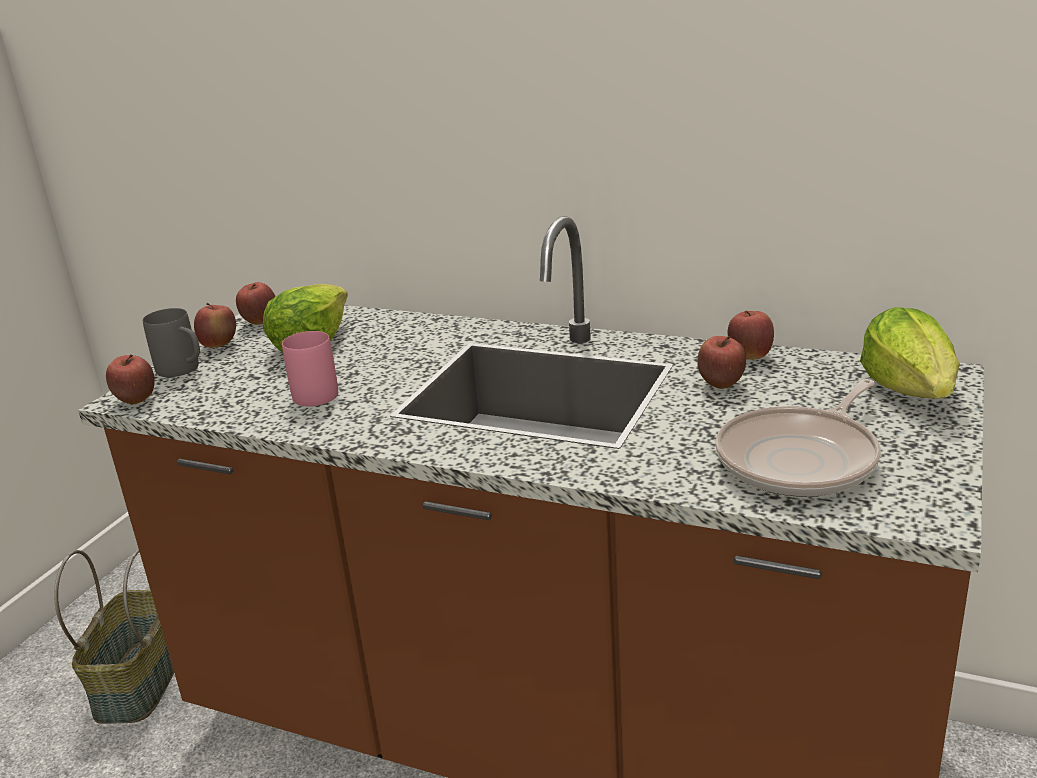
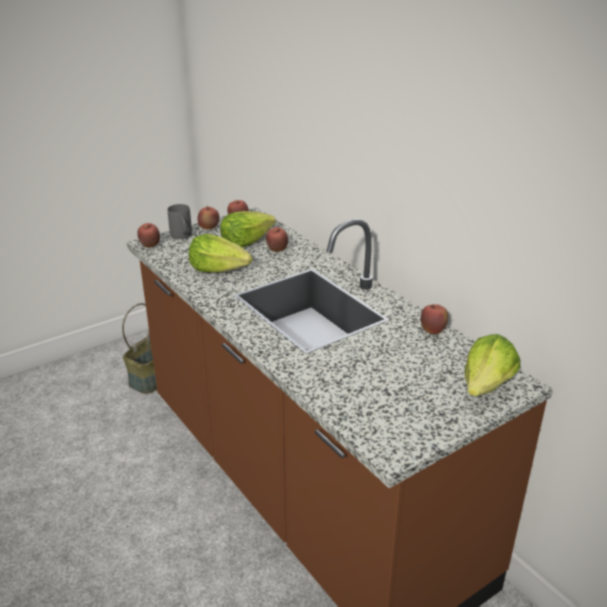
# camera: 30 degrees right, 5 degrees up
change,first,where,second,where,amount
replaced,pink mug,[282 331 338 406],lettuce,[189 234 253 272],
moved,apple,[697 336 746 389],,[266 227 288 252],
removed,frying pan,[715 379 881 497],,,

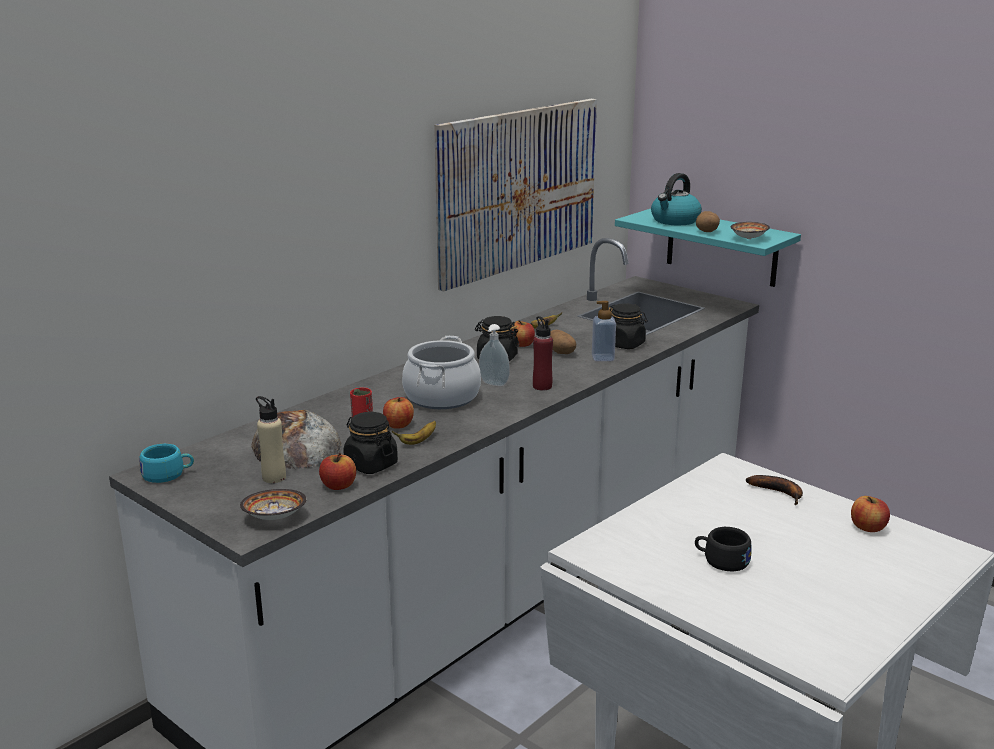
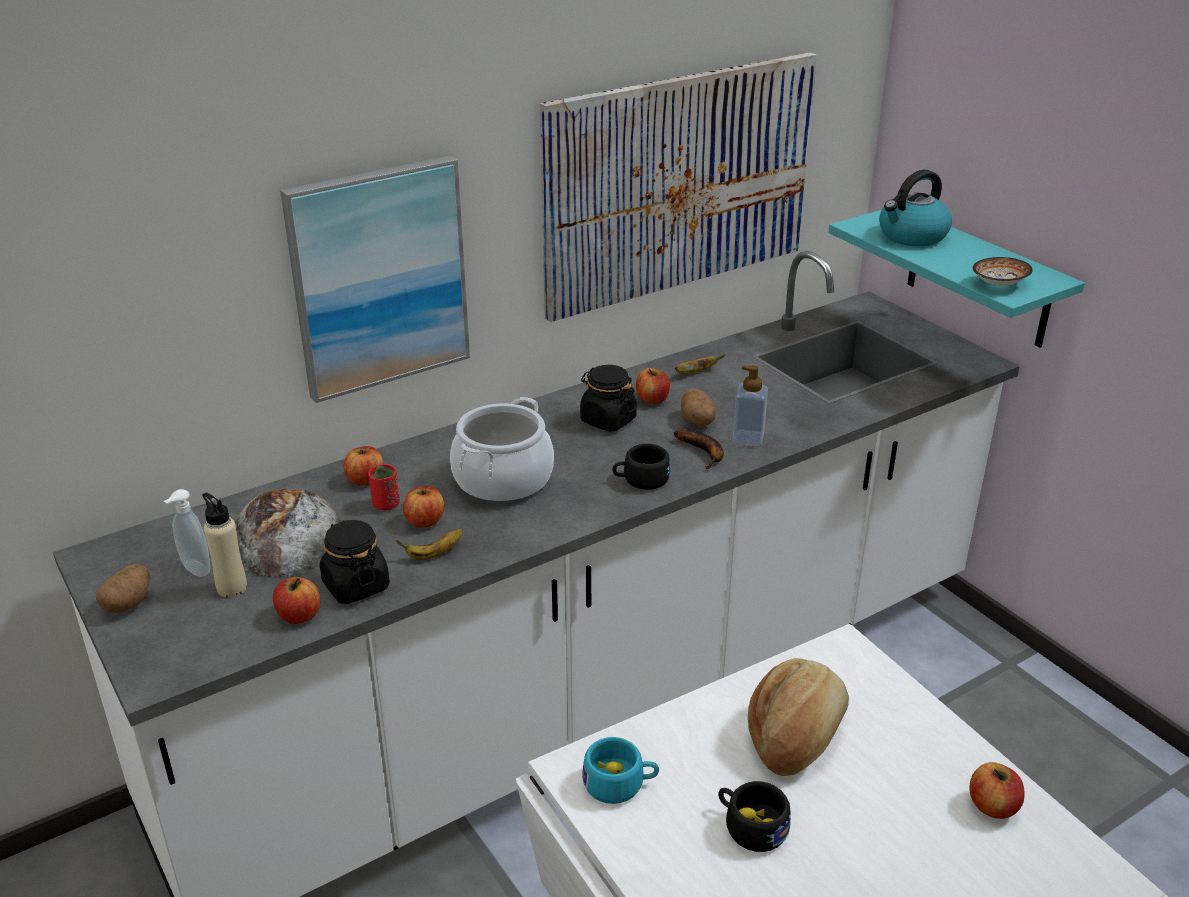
# camera: 15 degrees right, 10 degrees up
change,first,where,second,where,amount
moved,potato,[696 211 720 232],,[96 564 150 613],
moved,soap dispenser,[479 324 510 386],,[164 489 210 577],
added,,,picture,[280 155 470 403],
added,,,apple,[344 446 384 486],
moved,turquoise cup,[140 444 194 483],,[582 737 659 804],
replaced,red bottle,[533 316 553 391],black cup,[613 444 670 489],
moved,banana,[746 475 803 505],,[674 429 724 469],
added,,,bread,[748 658 849 776],
removed,bowl,[240 489 307 520],,,
removed,black jar,[609 303 648 349],,,

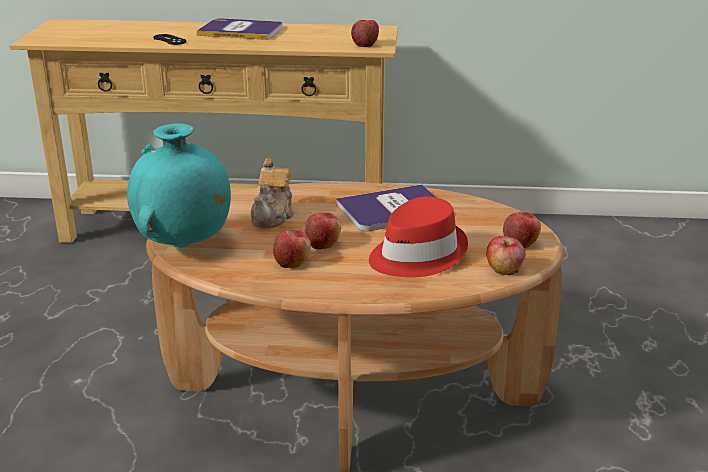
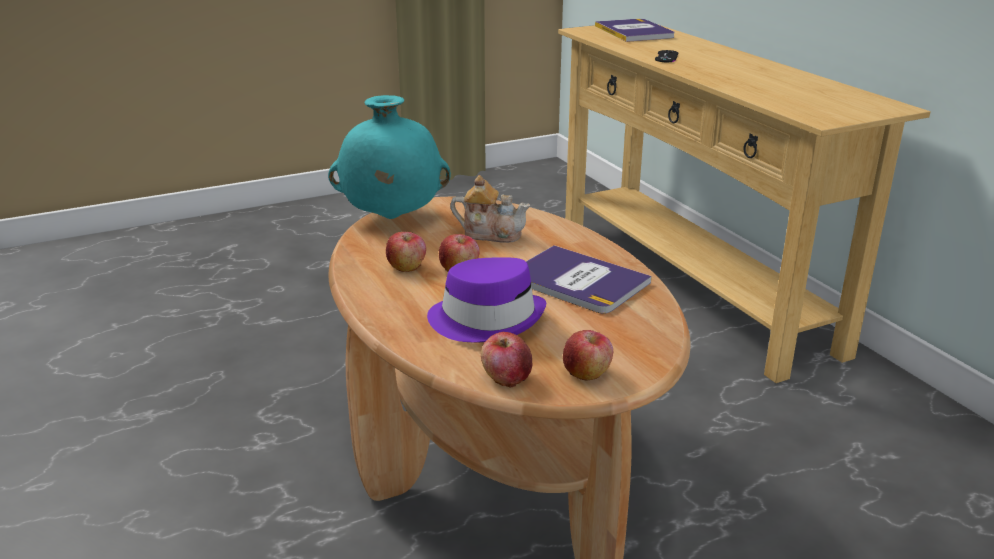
# camera: 60 degrees right, 0 degrees up
change,first,where,second,where,amount
recoloured,red hat,[369 196 468 277],purple hat,[427 257 546 342],
turned,teapot,[251 158 294 228],,[450 175 530 243],150 degrees counterclockwise
moved,book,[197 18 283 40],,[595 19 674 42],
removed,apple,[351 20 379 47],,,

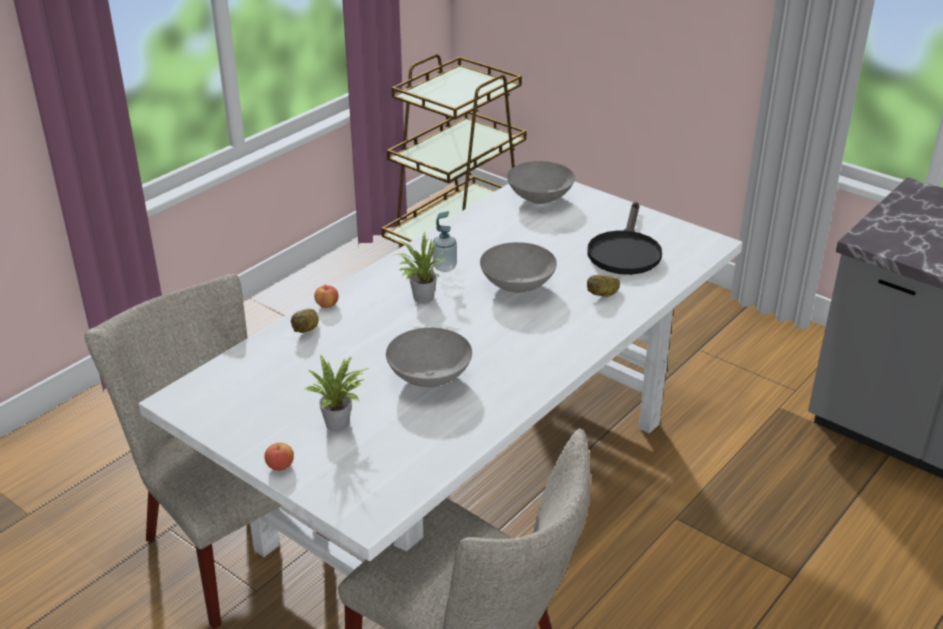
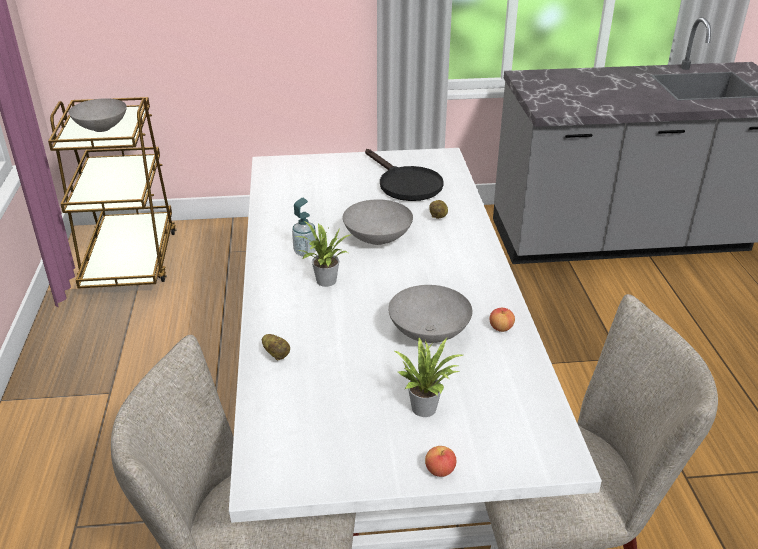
# camera: 45 degrees left, 0 degrees up
change,first,where,second,where,amount
moved,grey bowl,[507 161 575 204],,[69 98 127 132],
moved,apple,[314 284 339 308],,[489 308 515 332],

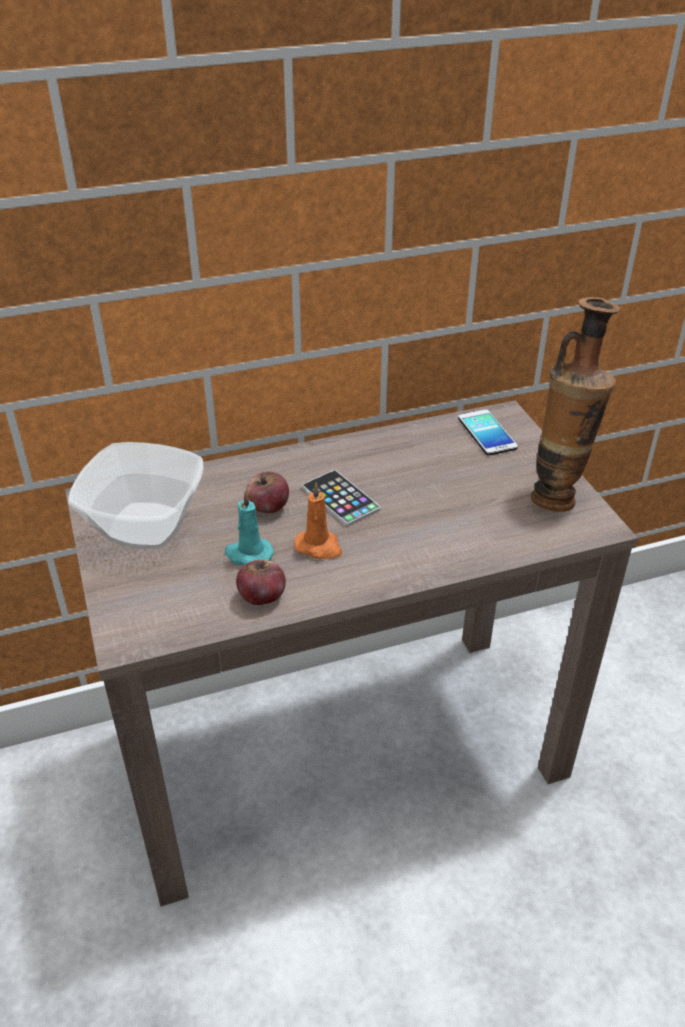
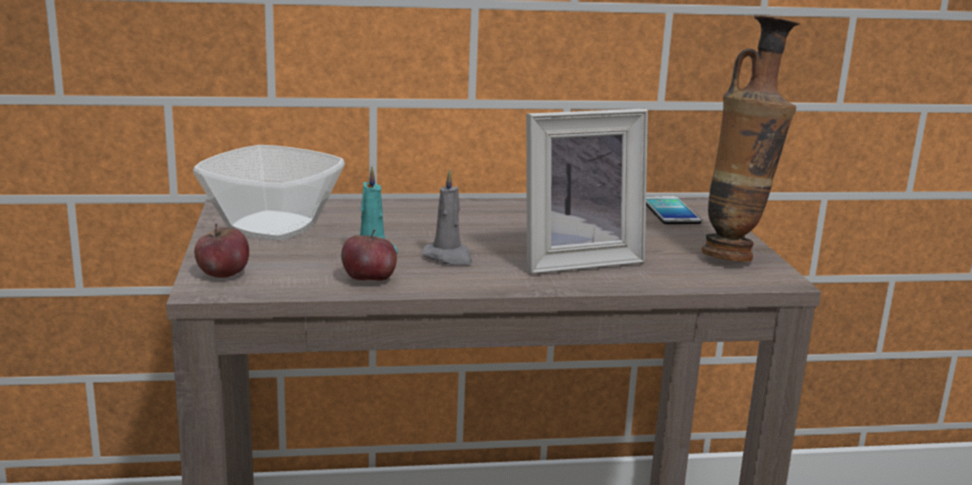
# camera: 10 degrees right, 20 degrees down
change,first,where,second,where,amount
moved,apple,[246 471 289 513],,[194 224 249 278],
recoloured,orange candle,[294 482 342 559],grey candle,[422 169 473 265],
added,,,picture frame,[526 109 648 274],
removed,phone,[302 470 381 526],,,

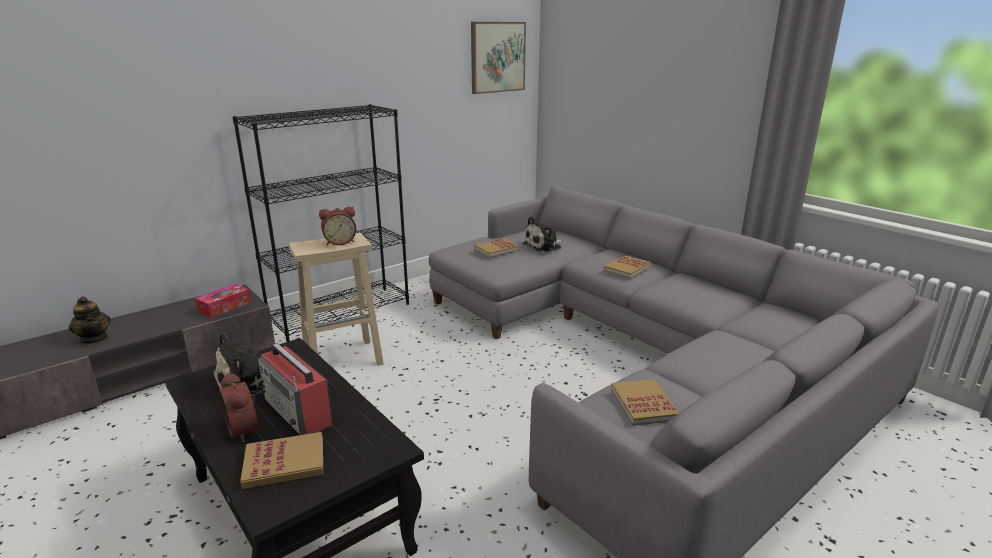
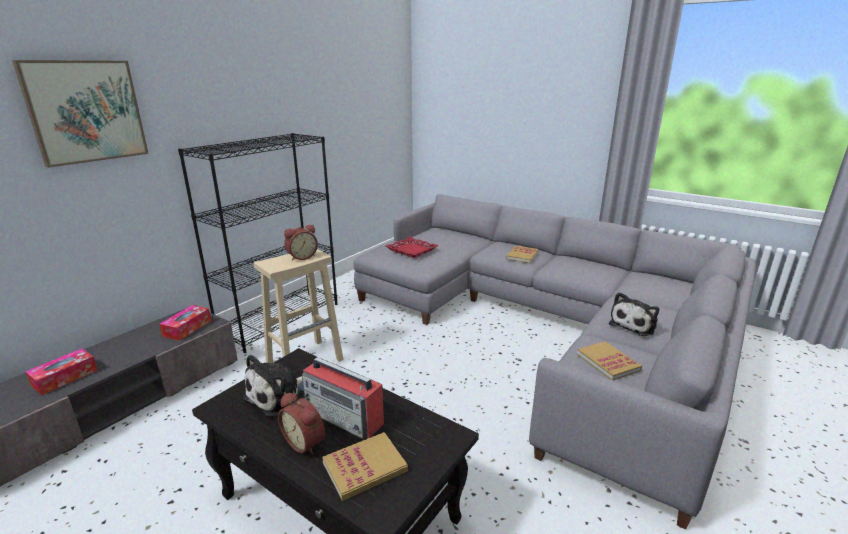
# camera: 15 degrees left, 0 degrees up
change,first,where,second,where,amount
moved,picture,[471 22 526 94],,[12 60 149 168],
replaced,teapot,[69 296 111 344],tissue box,[25 349 98 395],
replaced,book,[474 238 520 258],red tray,[386 237 438 258],
moved,plush toy,[523 216 563 252],,[609 292 659 336],

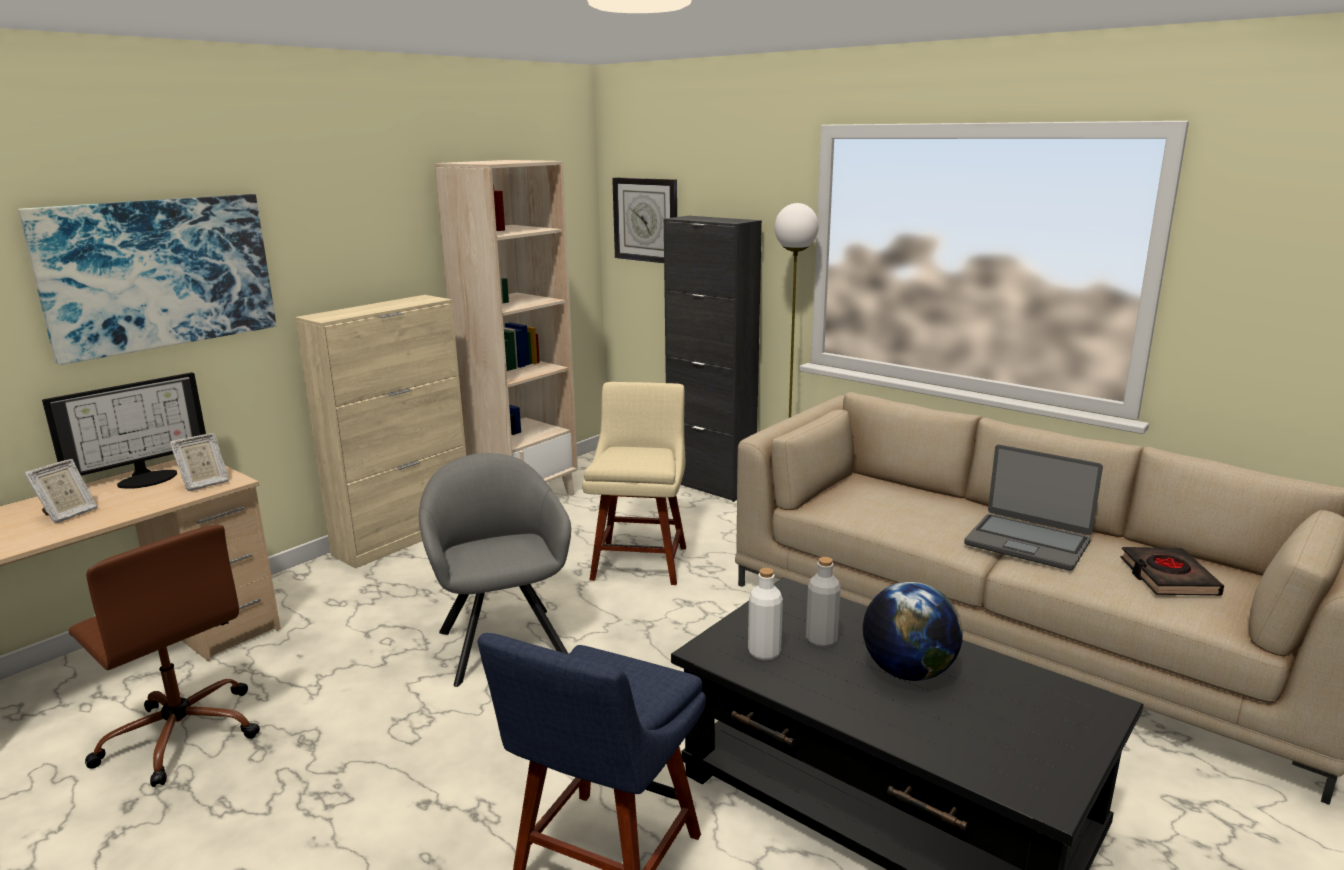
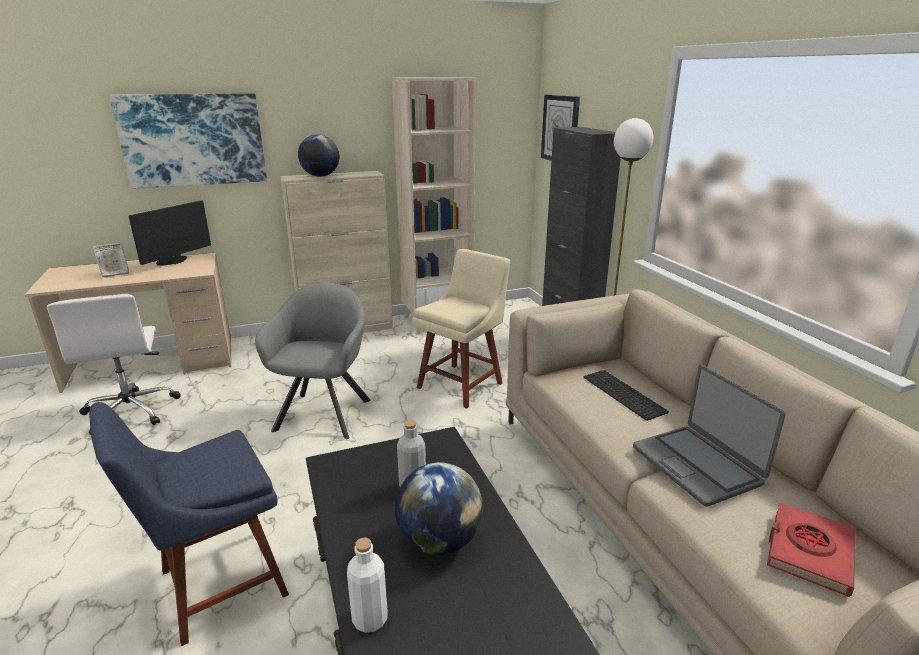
# camera: 30 degrees right, 5 degrees up
change,first,where,second,where,amount
recoloured,brown office chair,[68 525 260 787],white office chair,[47 294 181 435],
turned,monitor,[42 372 206 489],,[129 201 211 266],135 degrees clockwise
added,,,globe,[298 134 339 177],
moved,white bottle,[748 568 783 660],,[347 538 388 633],
added,,,keyboard,[583 370 669 421],
recoloured,black book,[1120 547 1224 596],red book,[767 502 855 597],
removed,picture frame,[169 433 229 491],,,

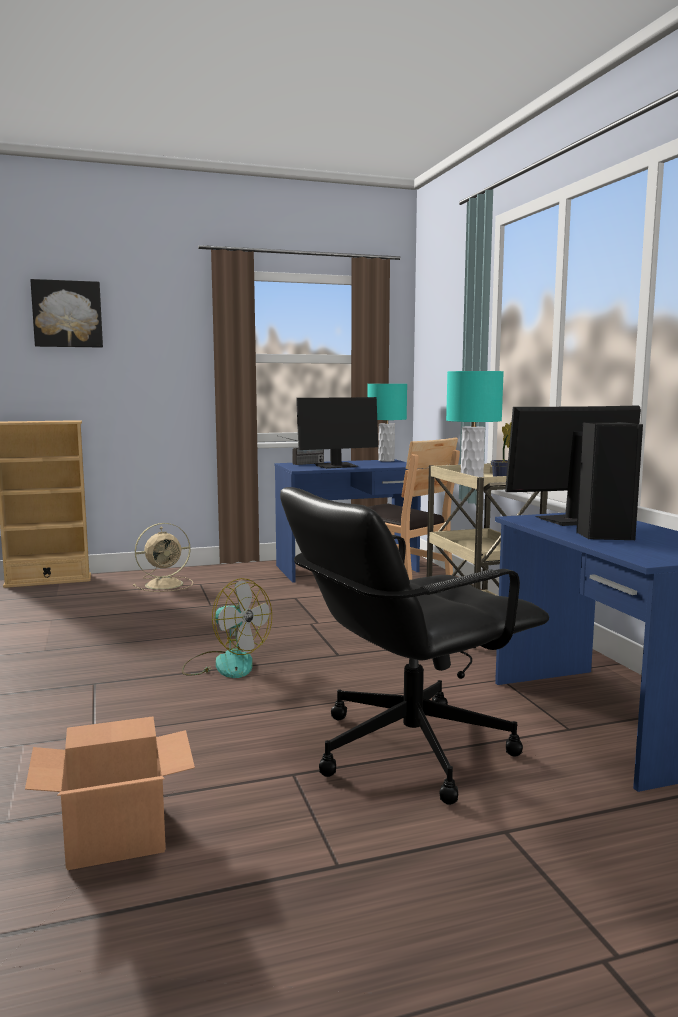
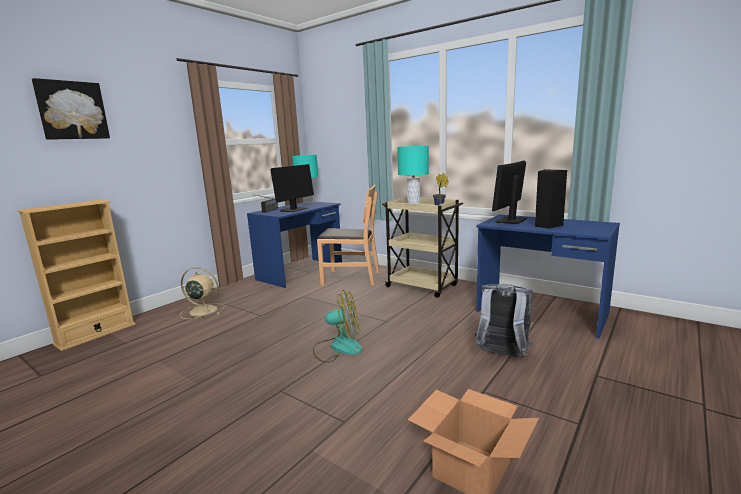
# camera: 35 degrees left, 5 degrees up
change,first,where,second,where,amount
turned,beige fan,[133 523 193 592],,[180 267 224 319],105 degrees counterclockwise
replaced,black office chair,[280 487 549 805],grey backpack,[475 284 533 357],

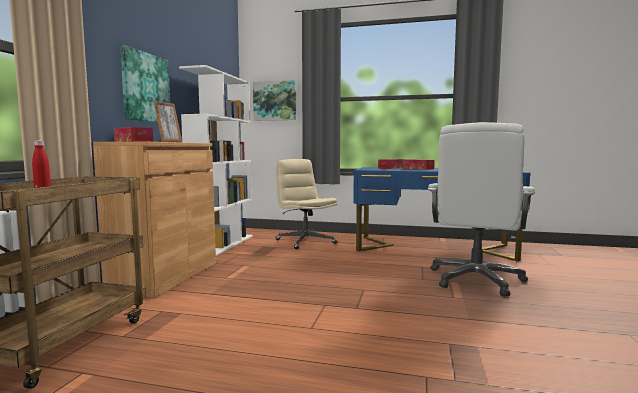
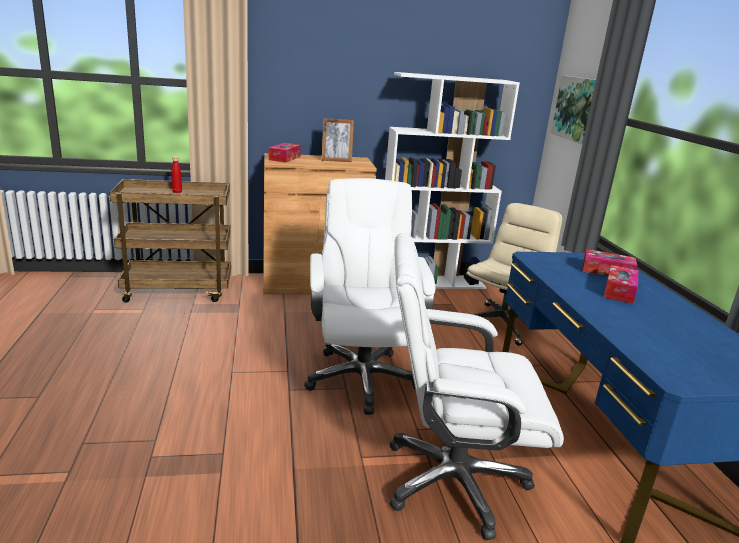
# camera: 65 degrees right, 15 degrees up
change,first,where,second,where,amount
added,,,white office chair,[304 178 435 415],
removed,picture,[120 45 170 122],,,

